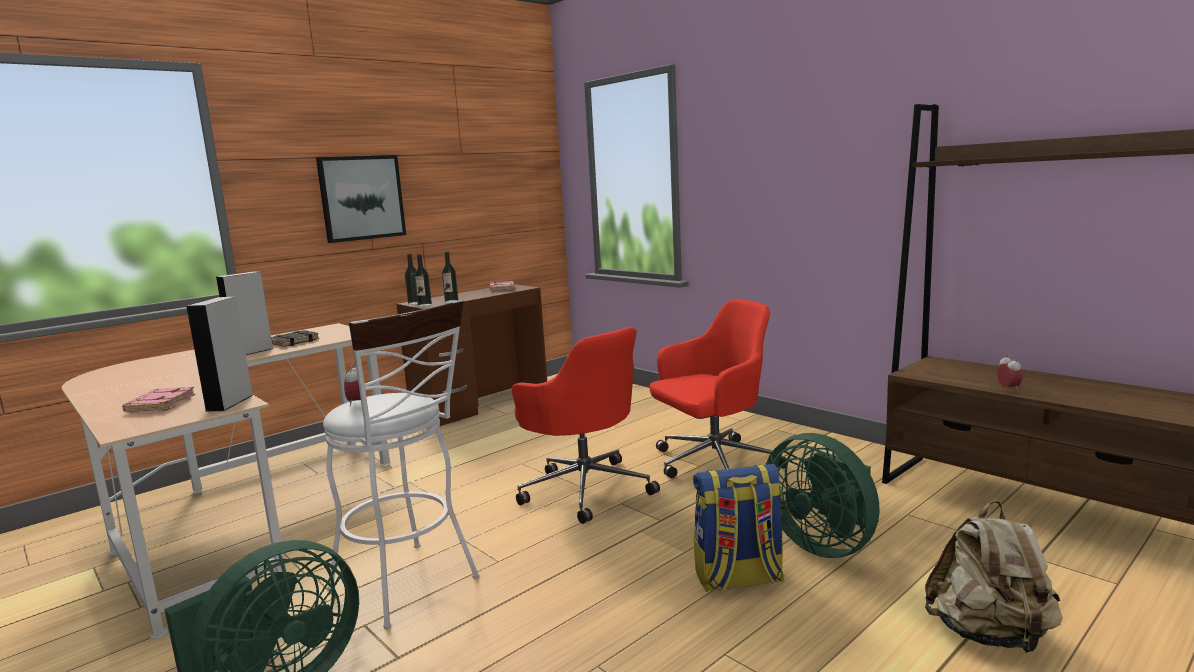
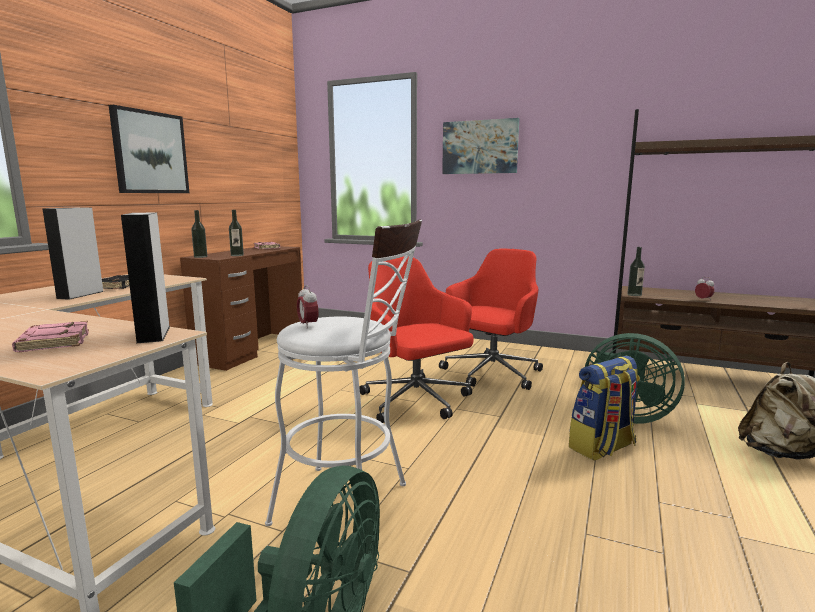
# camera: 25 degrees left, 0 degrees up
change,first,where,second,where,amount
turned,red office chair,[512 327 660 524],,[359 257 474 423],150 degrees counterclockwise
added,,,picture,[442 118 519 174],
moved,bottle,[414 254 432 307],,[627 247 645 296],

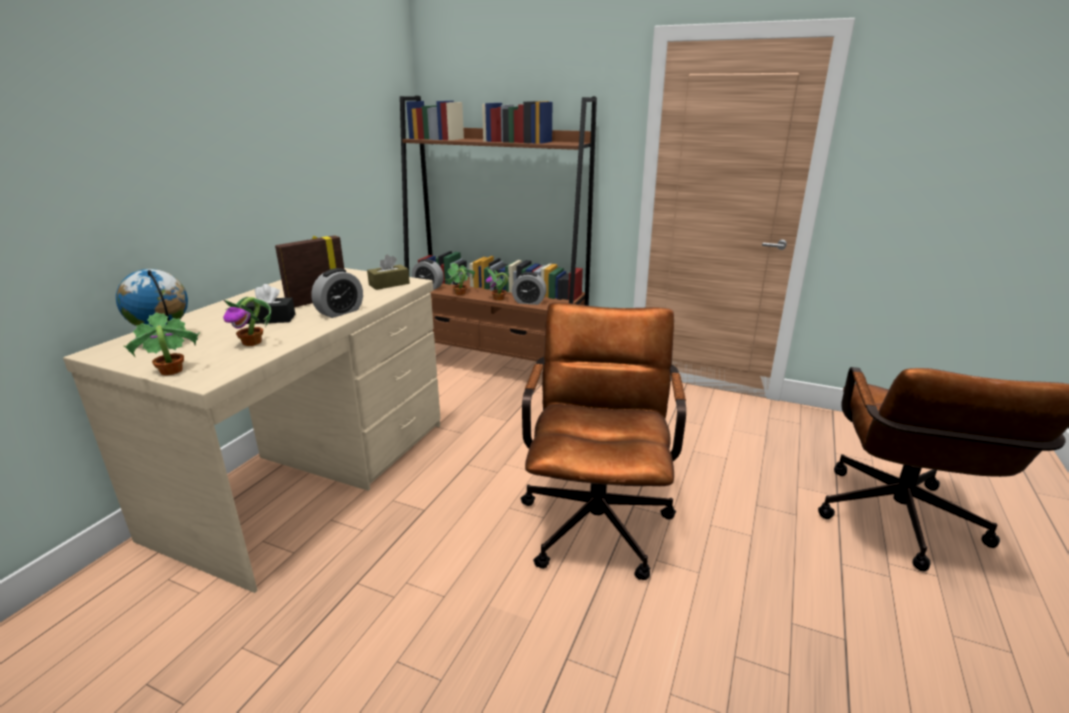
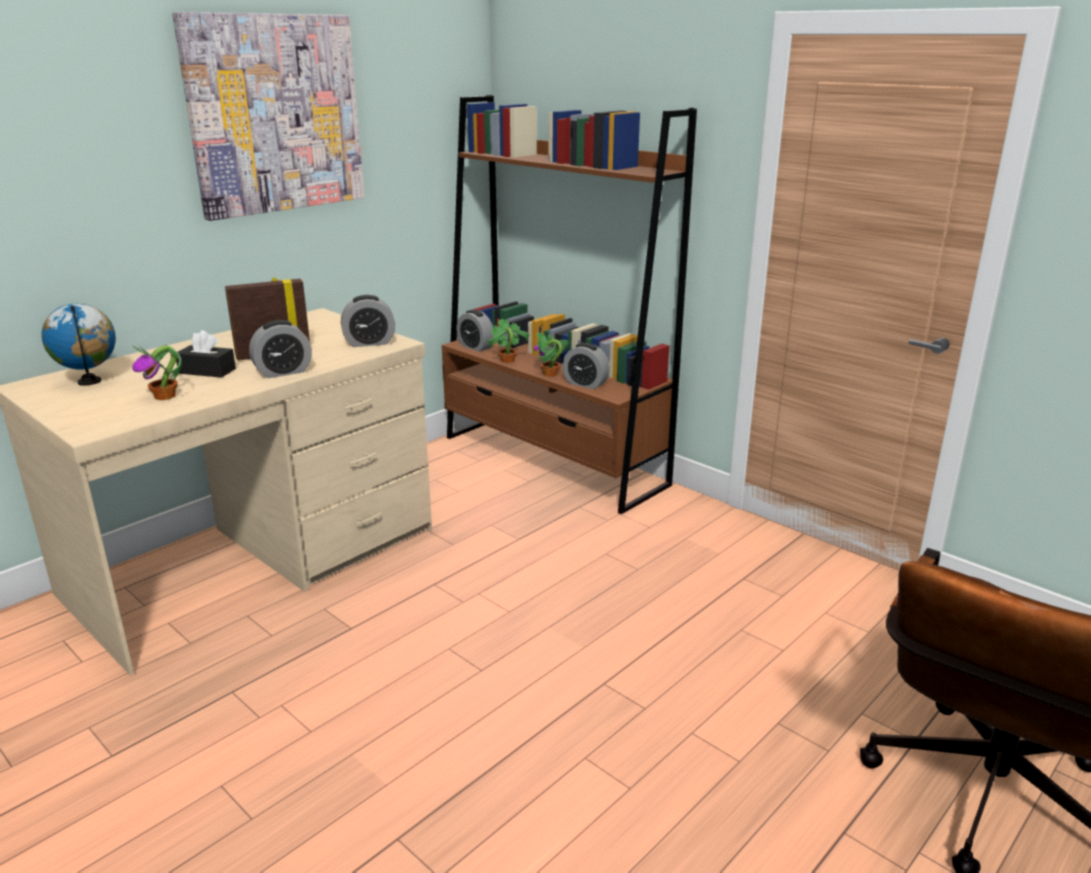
# camera: 20 degrees right, 0 degrees up
change,first,where,second,where,amount
added,,,picture,[172 12 364 221],
replaced,brown tissue box,[367 255 410 290],alarm clock,[341 295 395 347],
removed,potted plant,[123 312 200 376],,,
removed,brown office chair,[520 302 686 580],,,

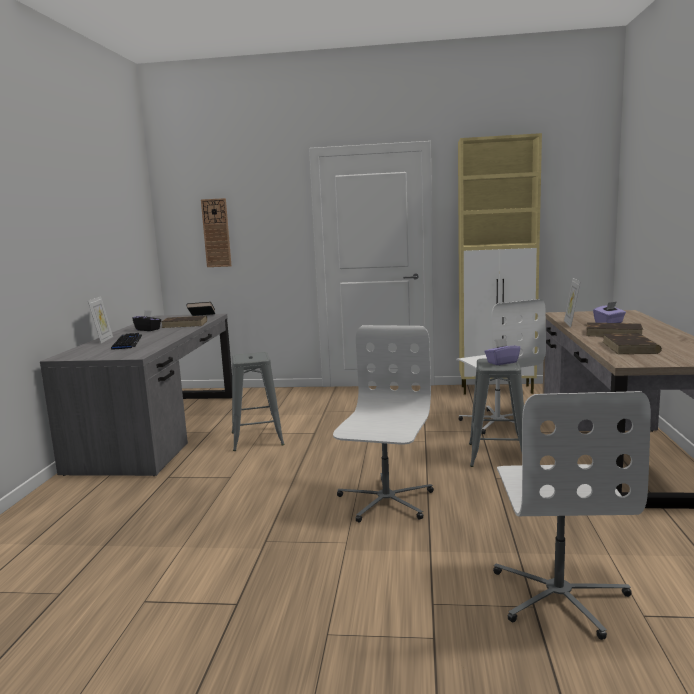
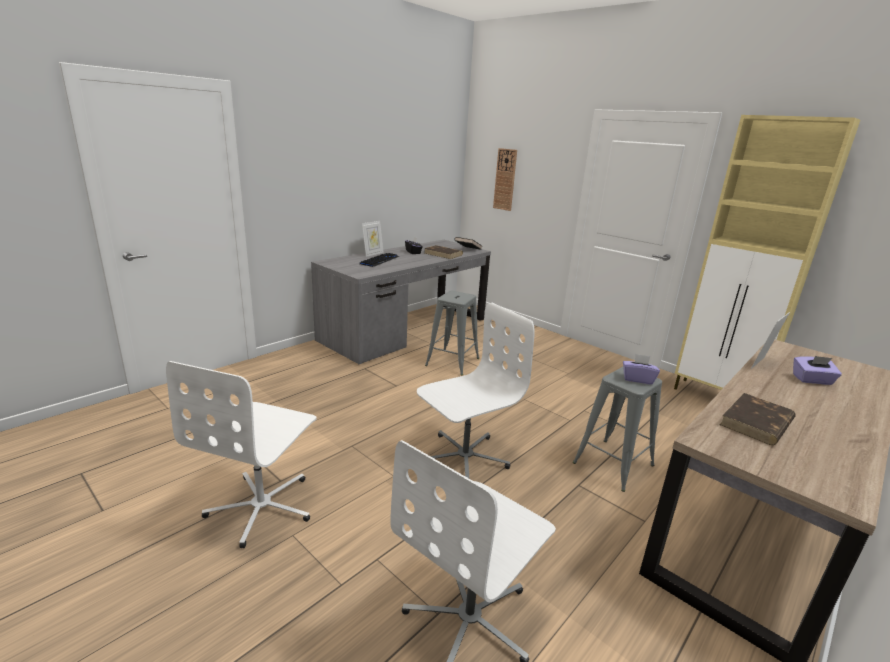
# camera: 35 degrees right, 10 degrees up
change,first,where,second,where,amount
moved,white office chair,[456 299 546 434],,[166 361 316 548],
removed,brown book,[587 322 643 337],,,

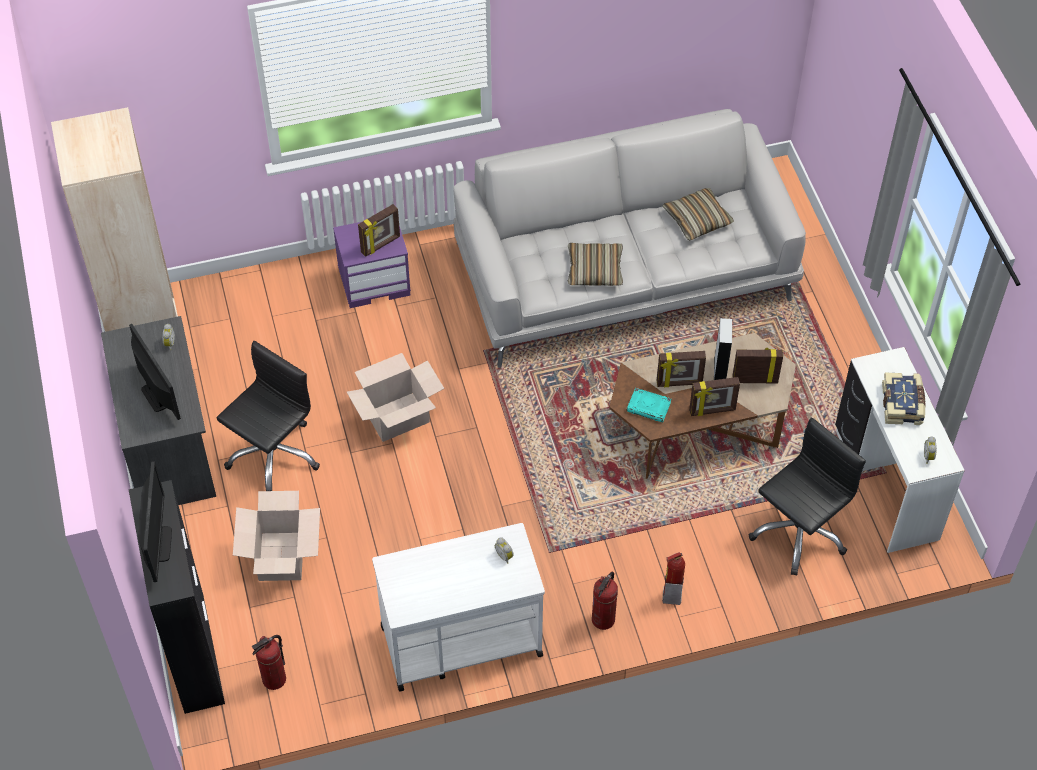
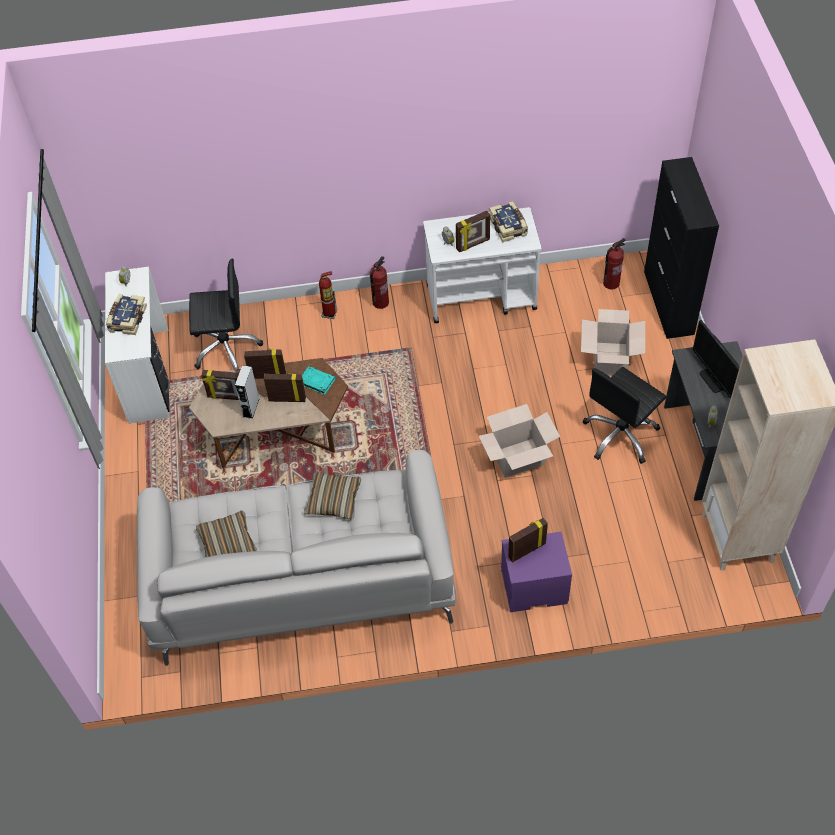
# camera: 170 degrees left, 0 degrees up
change,first,where,second,where,amount
turned,black office chair,[748 417 866 576],,[189 259 263 370],150 degrees counterclockwise
added,,,picture frame,[456 211 490 252],
added,,,book,[489 201 528 242],
removed,monitor,[138 461 172 582],,,

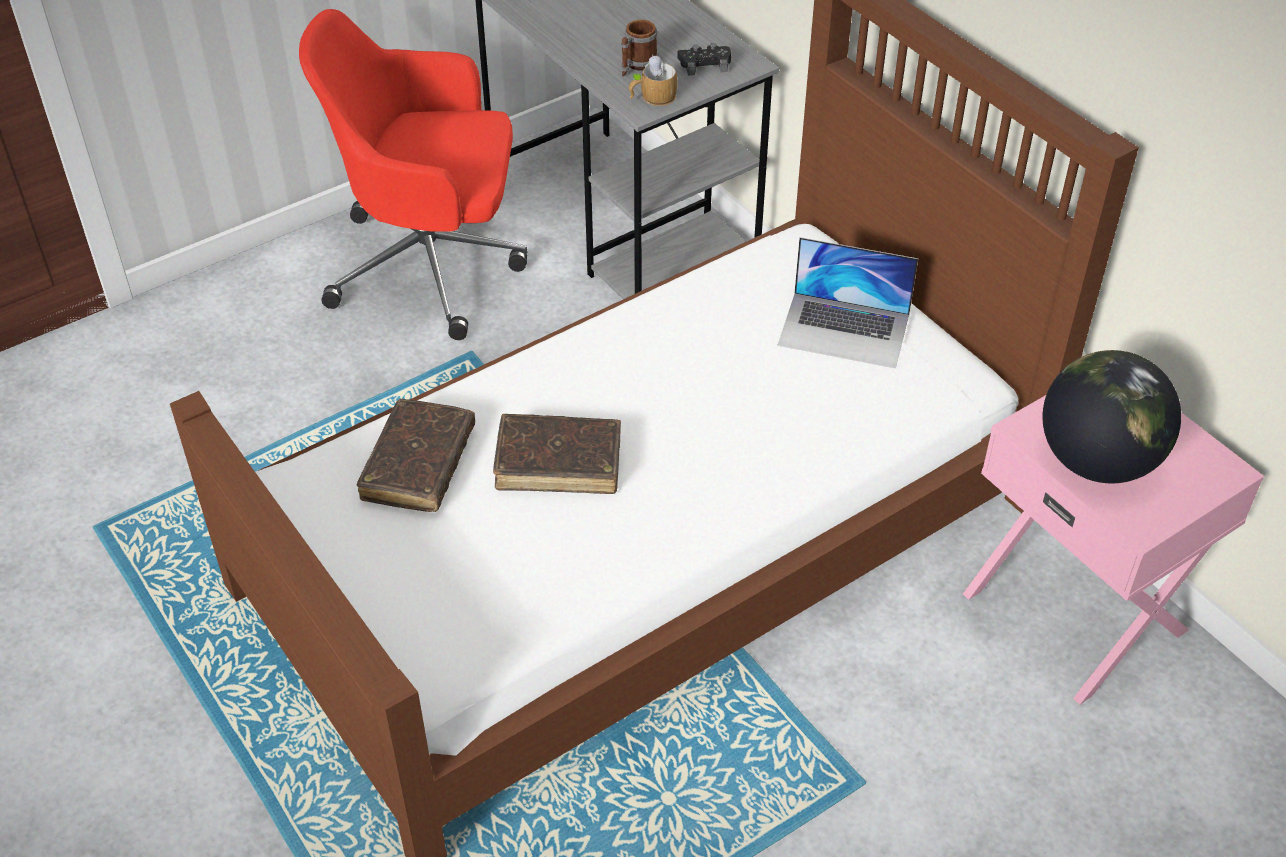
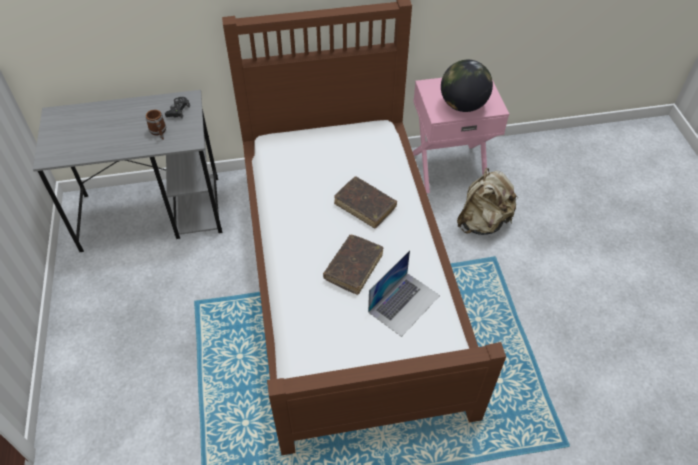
# camera: 65 degrees left, 5 degrees up
change,first,where,second,where,amount
moved,brown book,[356 399 475 512],,[334 177 397 228],
moved,laptop,[778 237 918 368],,[368 250 440 337],
added,,,beige backpack,[457 168 517 235],
removed,red office chair,[299 9 527 340],,,
removed,mug,[629 55 678 106],,,

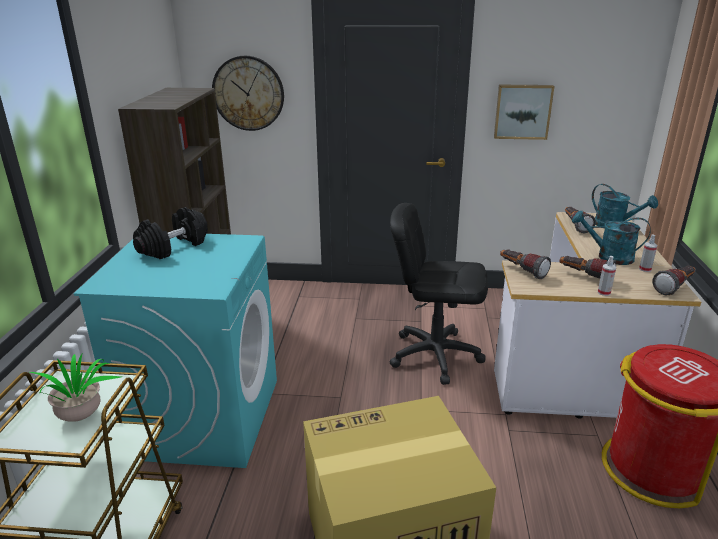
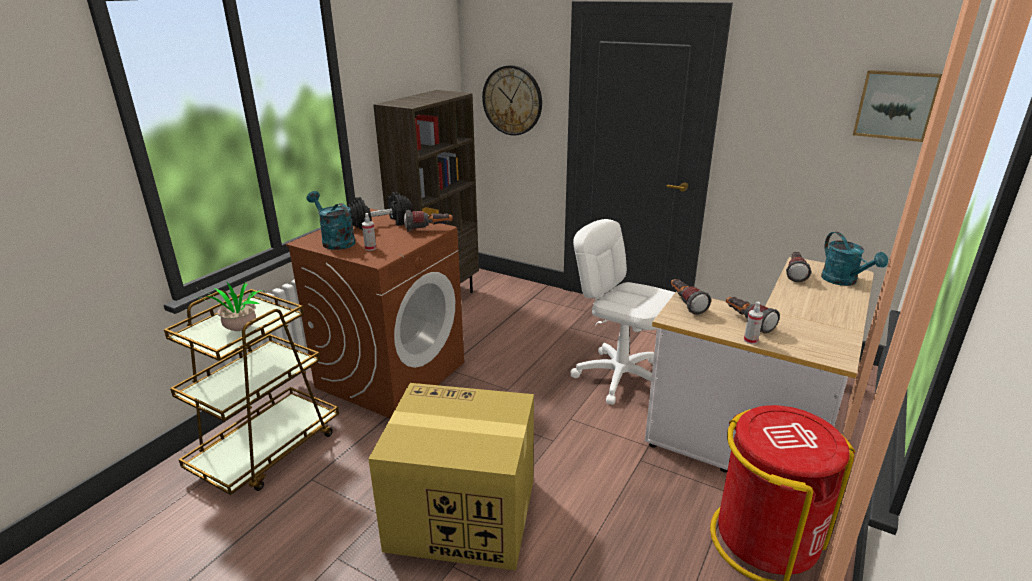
# camera: 25 degrees right, 0 degrees up
change,first,where,second,where,amount
recoloured,turquoise washing machine,[73 232 277 468],brown washing machine,[286 208 464 418],
moved,turquoise watering can,[572 210 651 265],,[307 191 356 250],
moved,spray bottle,[639 234 657 272],,[362 213 376 251],
moved,flashlight,[652 266 695 295],,[404 210 453 231],
recoloured,black office chair,[390 203 488 385],white office chair,[571 219 675 405],
moved,picture,[494 85 554 140],,[853 70 942 142],

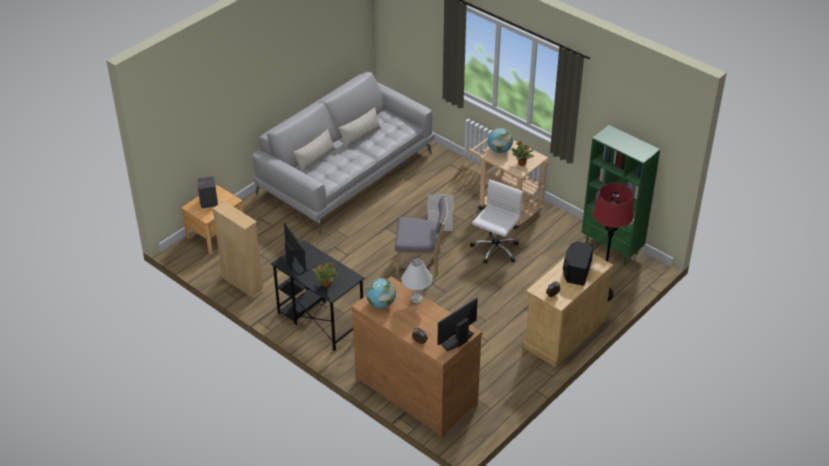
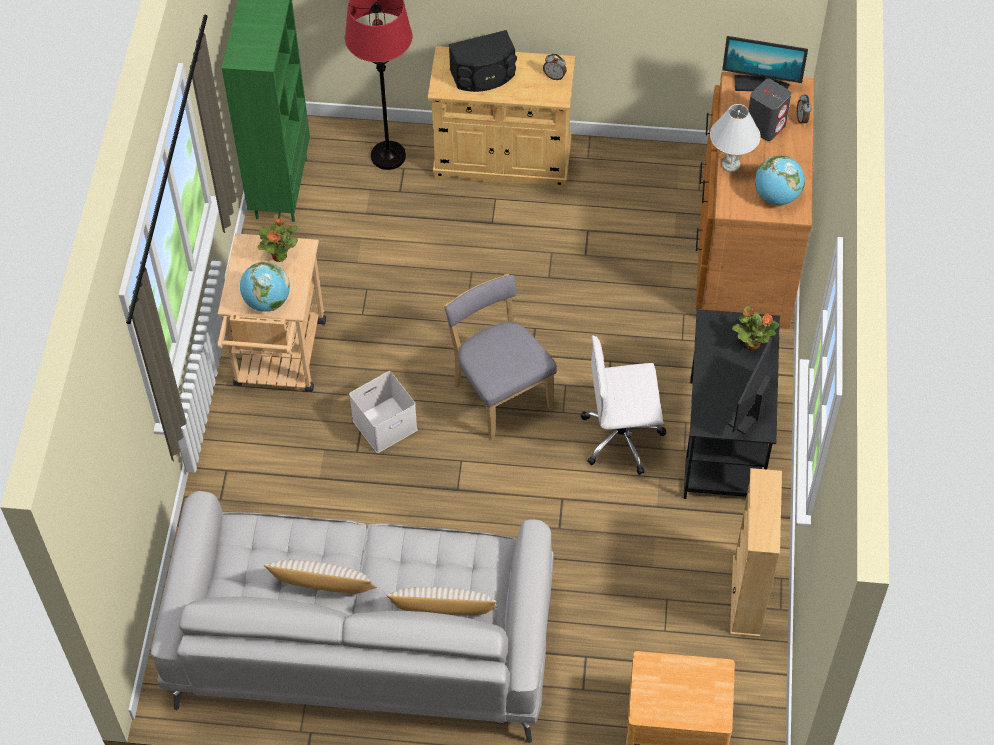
# camera: 125 degrees left, 15 degrees up
change,first,where,second,where,amount
moved,white office chair,[470 180 523 264],,[581 336 666 475],
moved,grey speaker,[197 176 218 208],,[748 79 791 141],

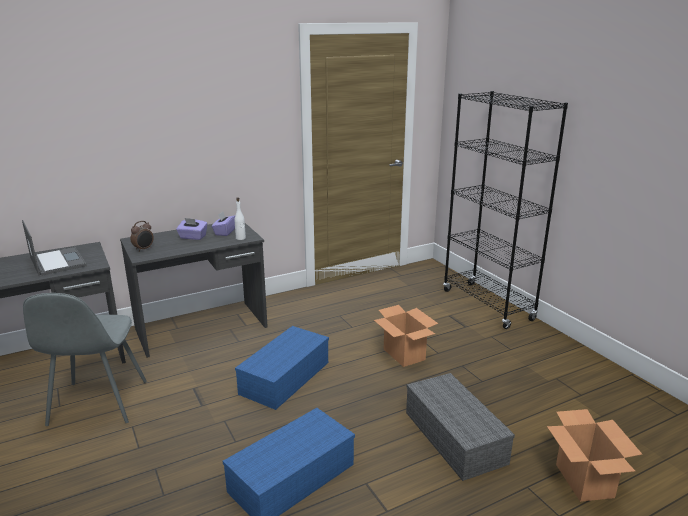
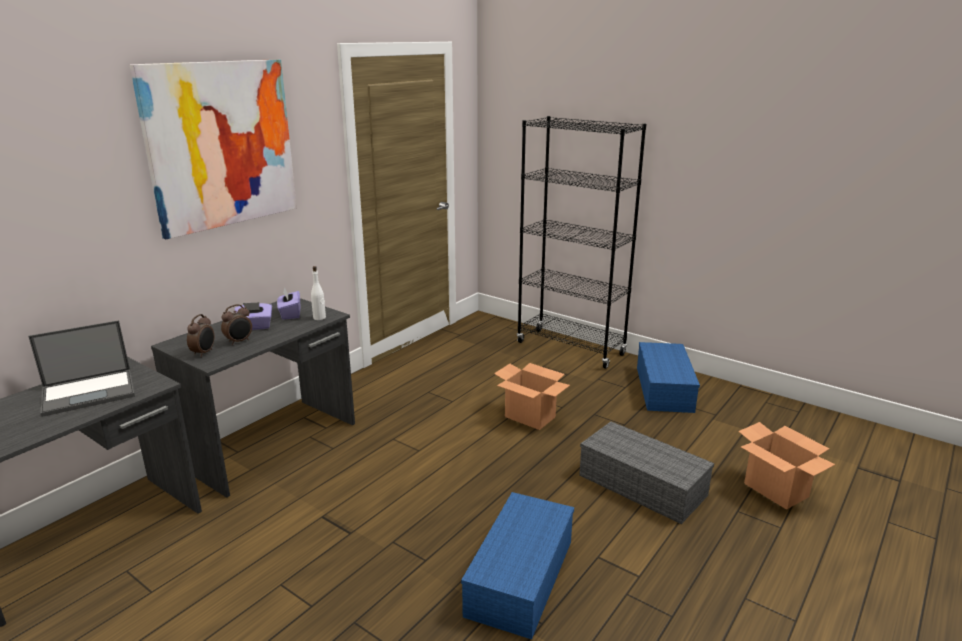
# camera: 25 degrees left, 0 degrees up
change,first,where,second,where,amount
turned,laptop,[22 220 87 276],,[28 320 135 417],120 degrees clockwise
added,,,picture,[130 59 297 239],
added,,,alarm clock,[221 304 252 345],
moved,blue storage box,[235 326 329 410],,[637 342 700 413],
removed,grey chair,[23 293 147 426],,,

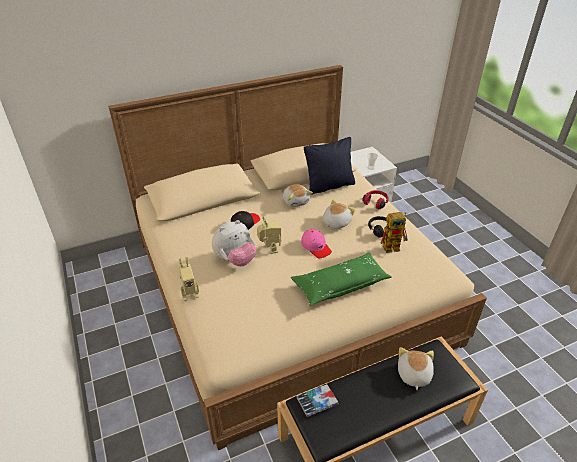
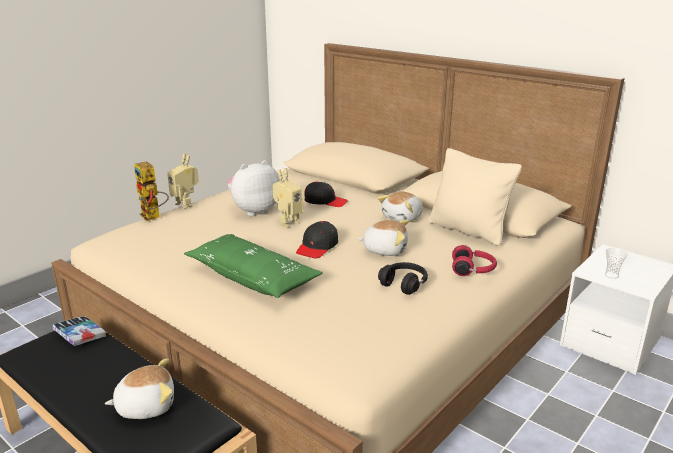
# camera: 65 degrees right, 15 degrees down
change,first,where,second,where,amount
moved,toy robot,[381 212 408 253],,[134 161 169 221],
turned,plush toy,[212 220 256 266],,[228 160 280 216],120 degrees clockwise
recoloured,pink cap,[301 229 332 258],black cap,[296 221 338 259],
recoloured,black pillow,[304 137 355 195],beige pillow,[428 148 522 246],

